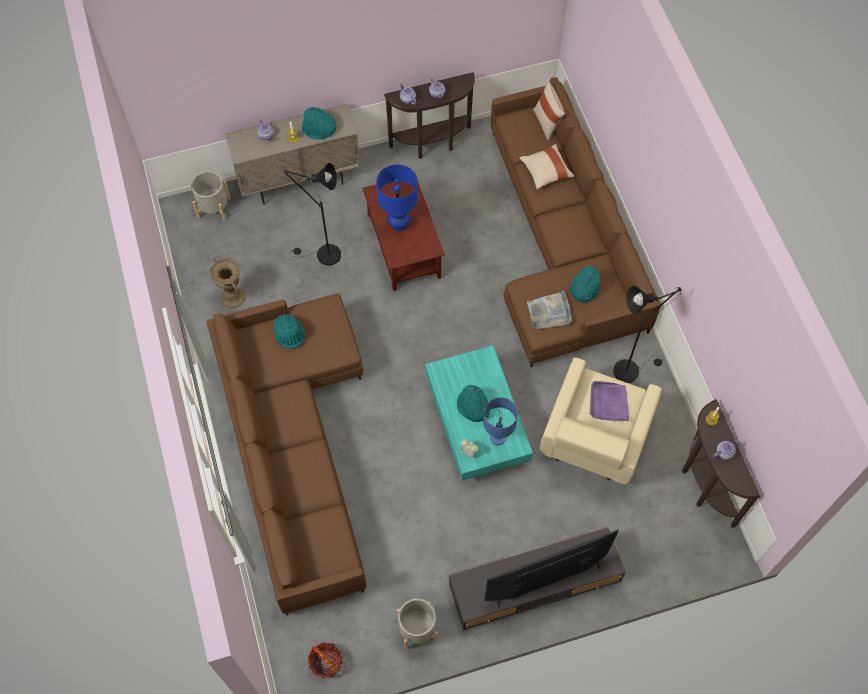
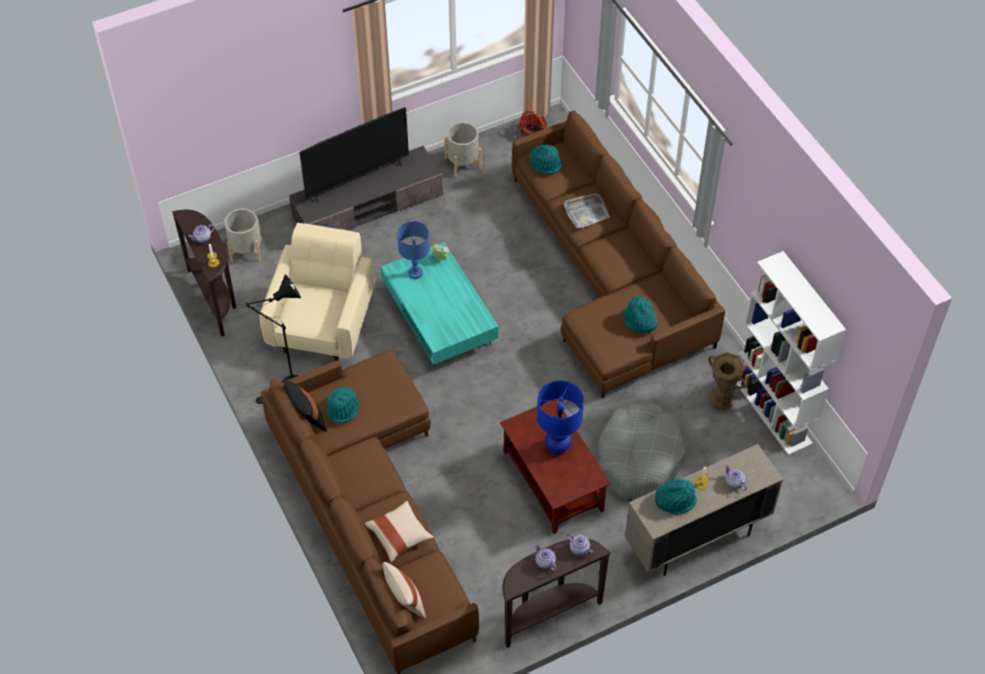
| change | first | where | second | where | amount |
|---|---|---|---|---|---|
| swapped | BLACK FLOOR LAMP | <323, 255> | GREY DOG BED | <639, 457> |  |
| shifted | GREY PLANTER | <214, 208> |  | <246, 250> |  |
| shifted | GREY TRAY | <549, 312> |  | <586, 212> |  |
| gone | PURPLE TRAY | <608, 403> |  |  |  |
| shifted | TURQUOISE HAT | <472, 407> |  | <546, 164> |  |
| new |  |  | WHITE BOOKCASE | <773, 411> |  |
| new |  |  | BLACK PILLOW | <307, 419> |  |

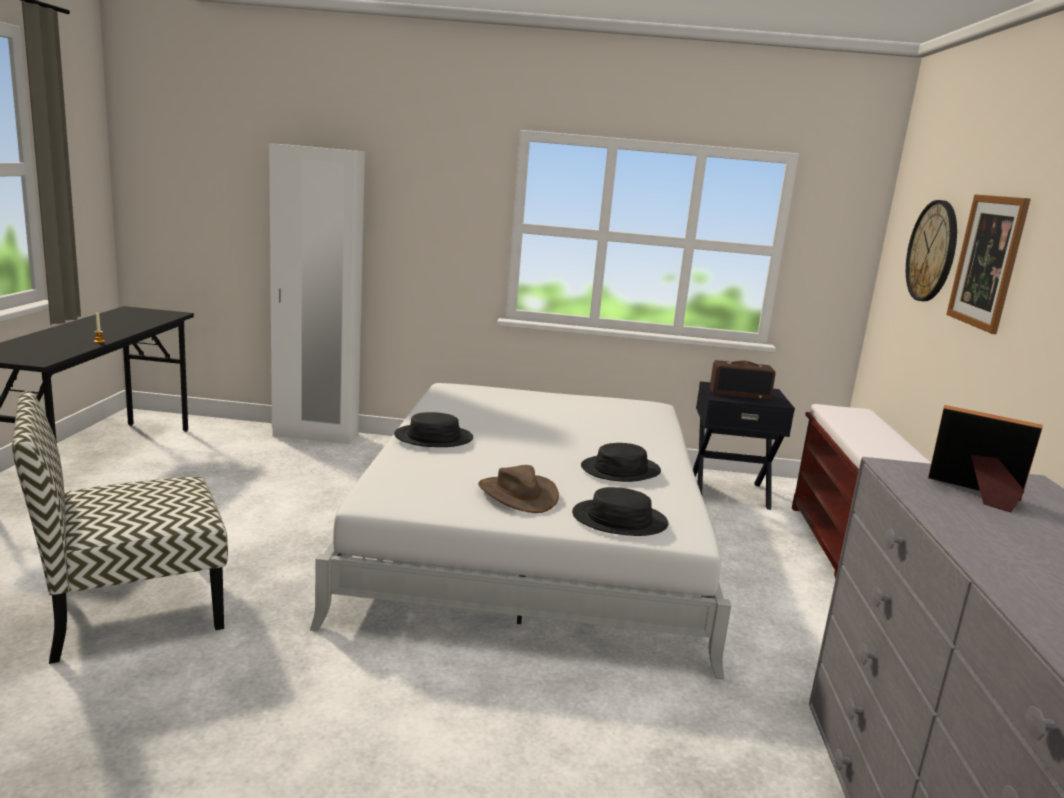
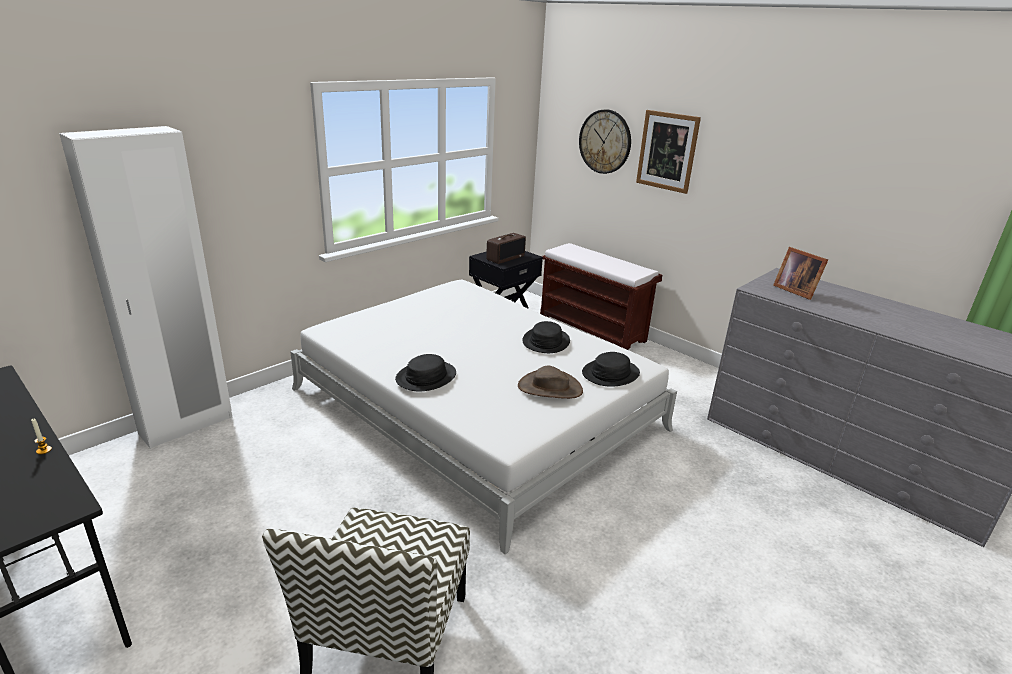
| change | first | where | second | where | amount |
|---|---|---|---|---|---|
| rotated | PICTURE FRAME | <976, 495> |  | <795, 290> | 105 degrees counterclockwise |

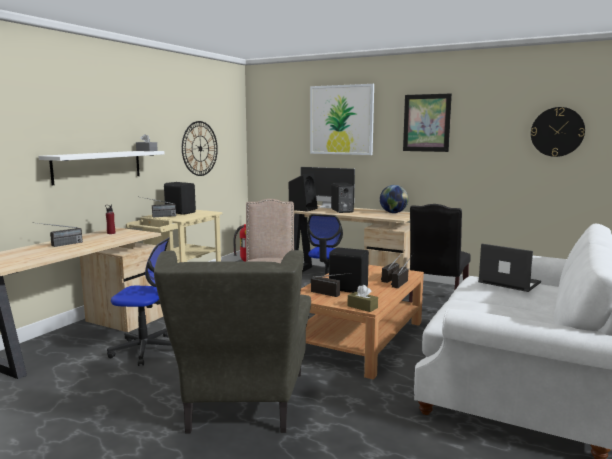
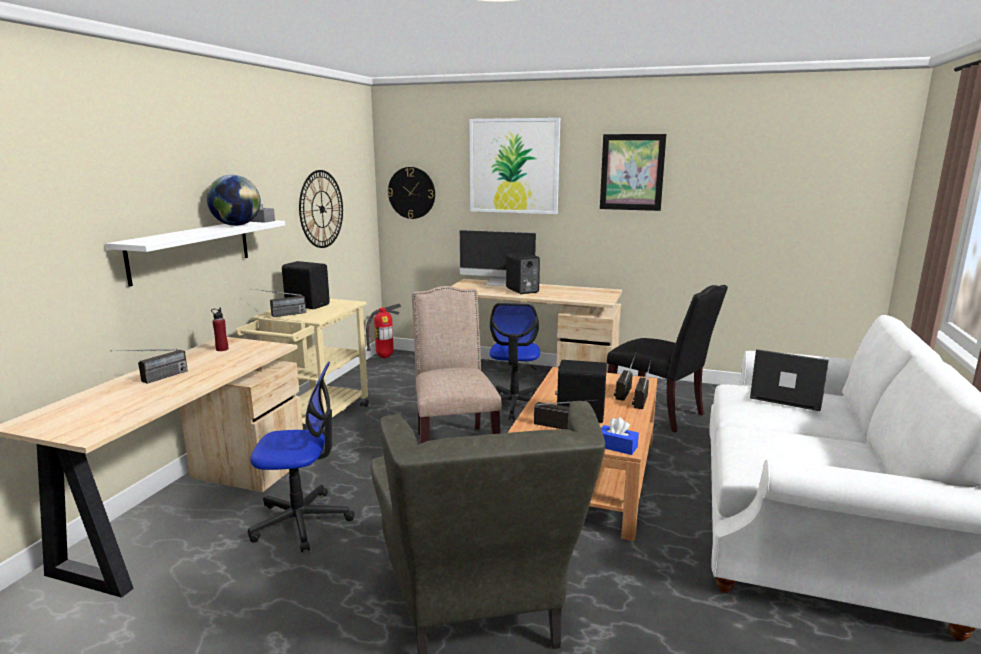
| change | first | where | second | where | amount |
|---|---|---|---|---|---|
| shifted | WALL CLOCK | <557, 132> |  | <411, 193> |  |
| gone | BLACK SPEAKER | <303, 209> |  |  |  |
| shifted | GLOBE | <393, 213> |  | <236, 225> |  |
| rotated | BLACK CHAIR | <436, 305> |  | <658, 413> | 60 degrees counterclockwise |
| repainted | BROWN TISSUE BOX | <362, 307> | BLUE TISSUE BOX | <617, 447> |  |

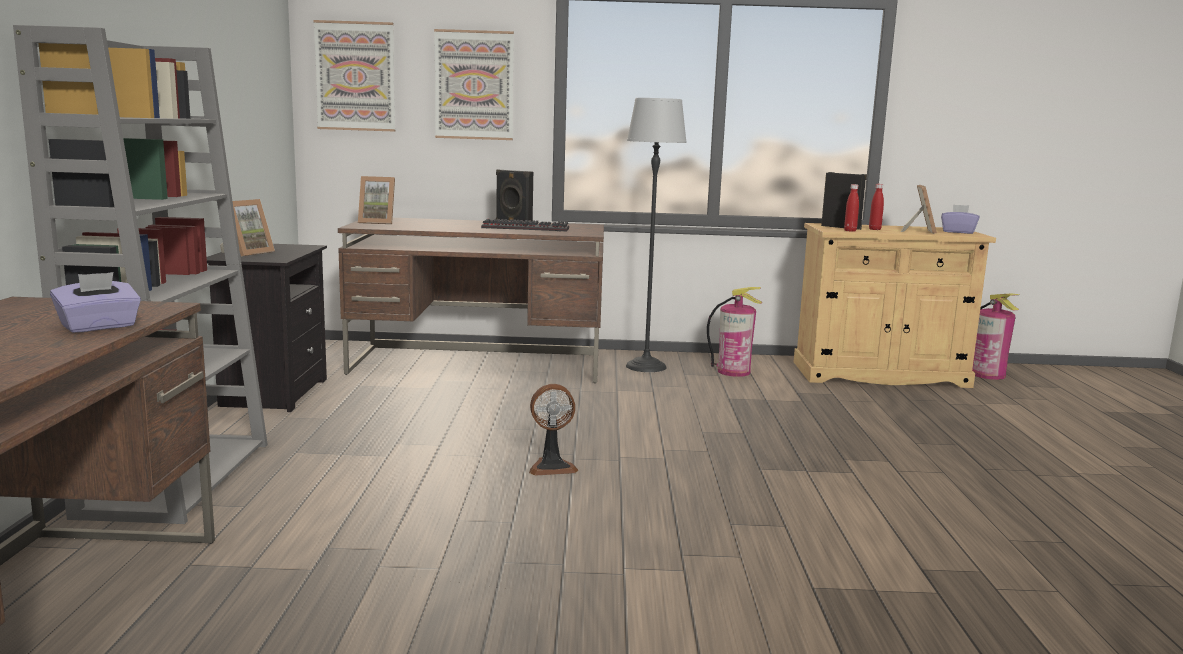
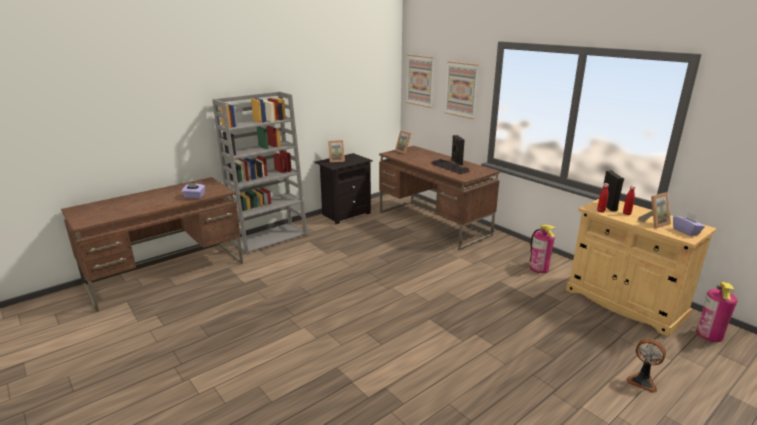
| change | first | where | second | where | amount |
|---|---|---|---|---|---|
| gone | FLOOR LAMP | <646, 366> |  |  |  |
| shifted | FAN | <551, 467> |  | <642, 381> |  |

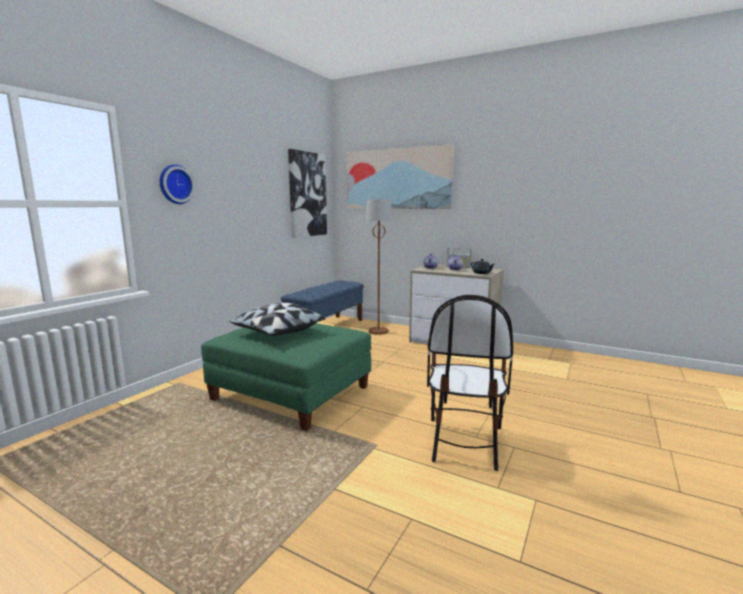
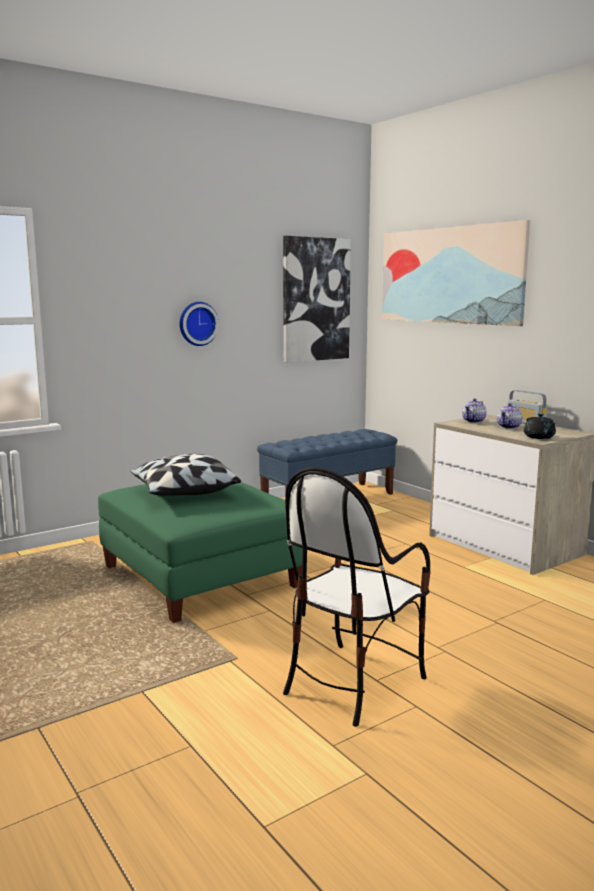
| change | first | where | second | where | amount |
|---|---|---|---|---|---|
| shifted | WALL CLOCK | <175, 184> |  | <197, 323> |  |
| gone | BROWN FLOOR LAMP | <378, 331> |  |  |  |

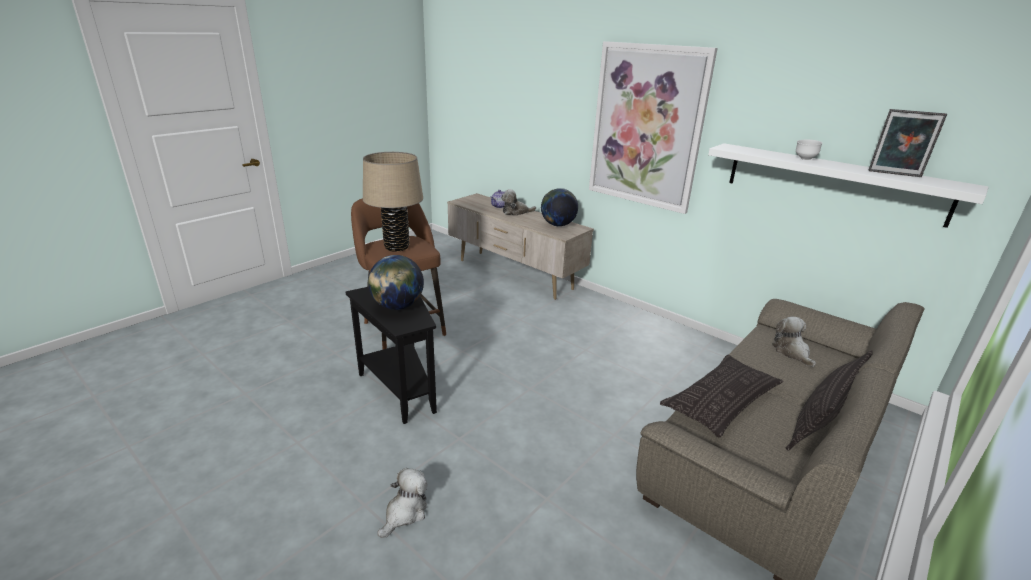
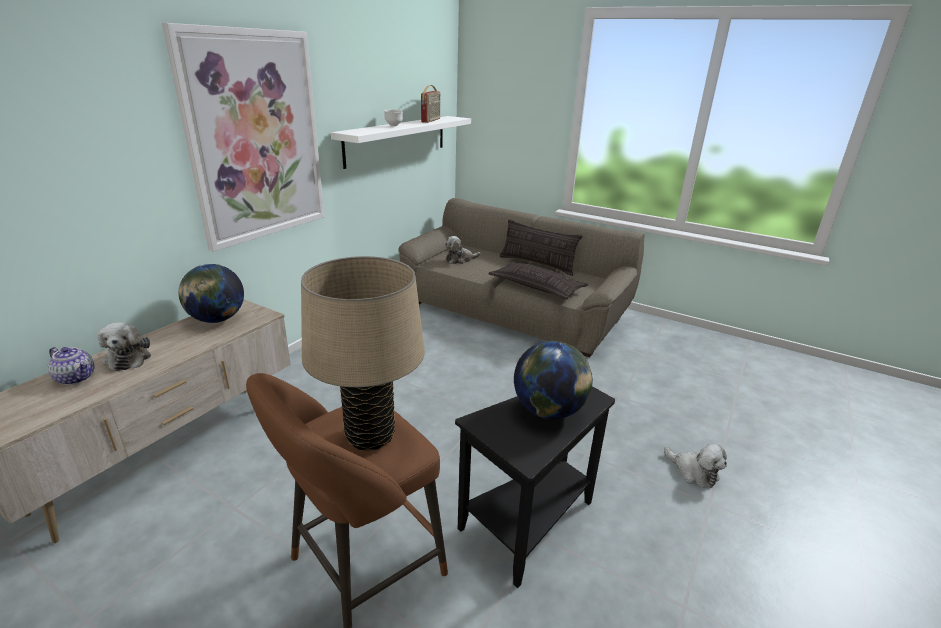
| change | first | where | second | where | amount |
|---|---|---|---|---|---|
| swapped | PICTURE FRAME | <894, 174> | RADIO | <431, 120> |  |
| rotated | PLUSH TOY | <405, 512> |  | <693, 472> | 150 degrees counterclockwise |

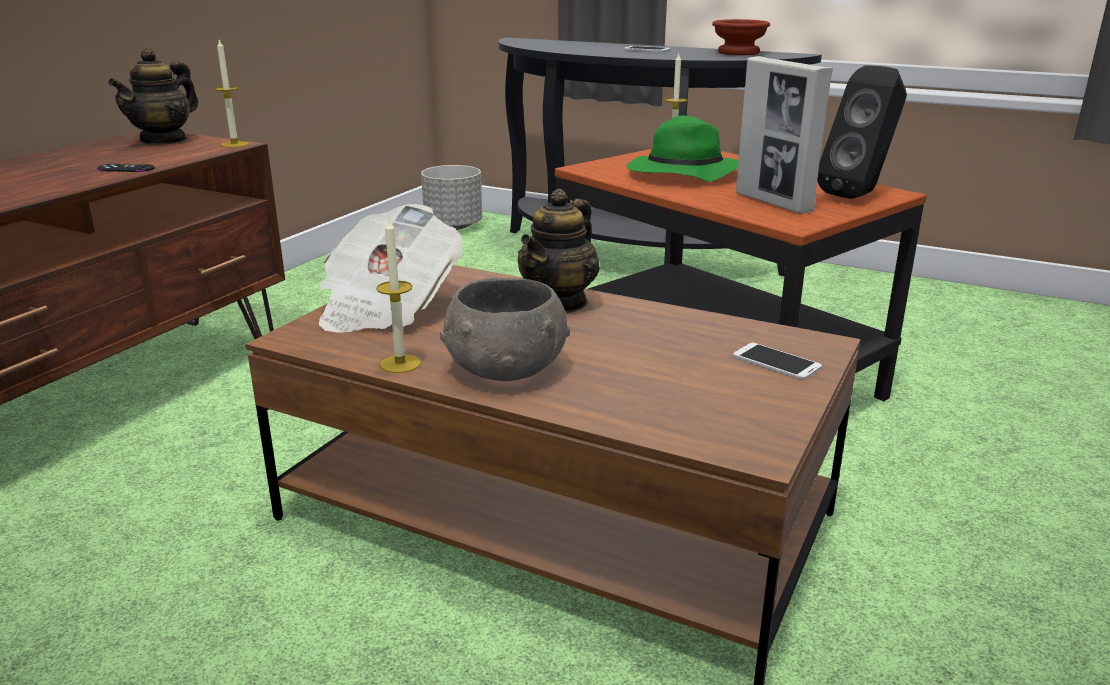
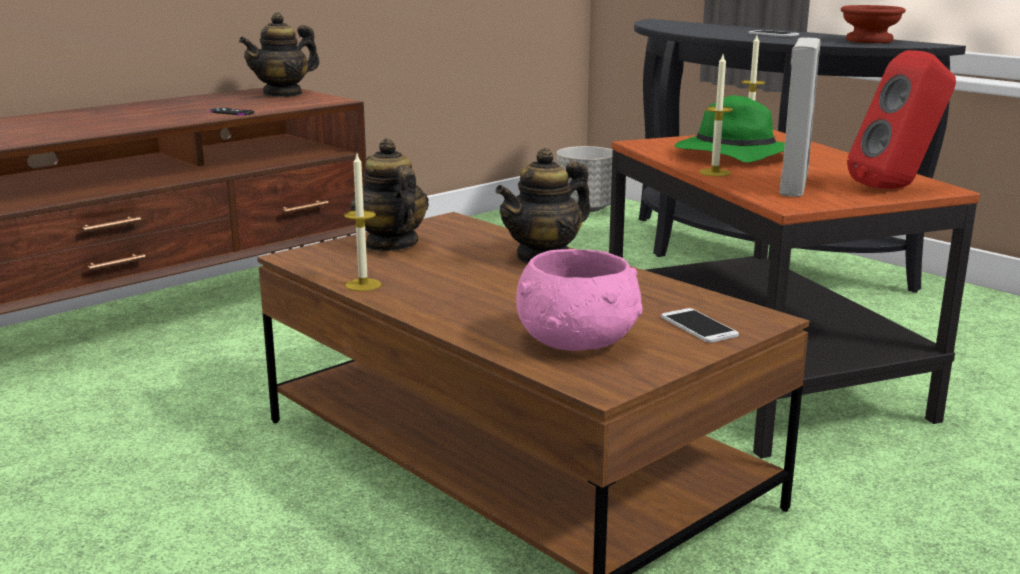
| change | first | where | second | where | amount |
|---|---|---|---|---|---|
| shifted | CANDLE | <234, 144> |  | <714, 172> |  |
| rotated | PICTURE FRAME | <773, 203> |  | <793, 186> | 150 degrees counterclockwise |
| repainted | BLACK SPEAKER | <858, 195> | RED SPEAKER | <897, 187> |  |
| swapped | NEWSPAPER | <387, 307> | TEAPOT | <391, 244> |  |
| gone | GREY BOWL | <504, 369> |  |  |  |
| new |  |  | PINK BOWL | <578, 342> |  |

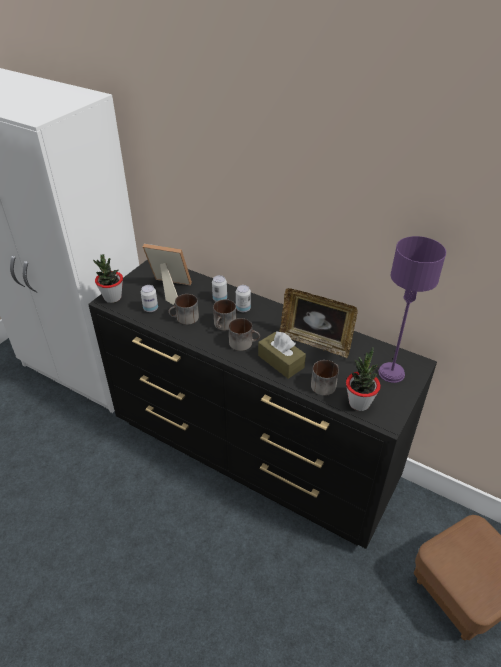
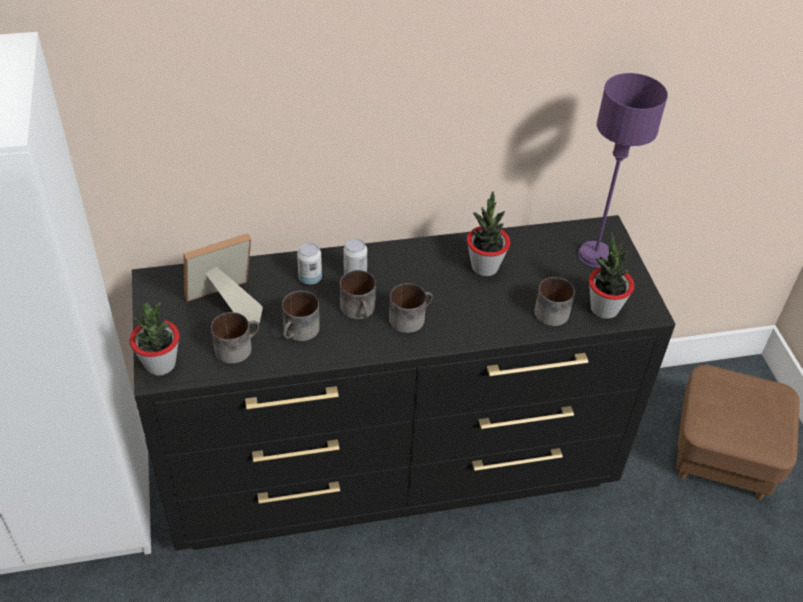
| change | first | where | second | where | amount |
|---|---|---|---|---|---|
| swapped | CAN | <150, 309> | MUG | <237, 346> |  |
| swapped | PICTURE FRAME | <315, 342> | POTTED PLANT | <484, 267> |  |
| gone | BROWN TISSUE BOX | <281, 361> |  |  |  |

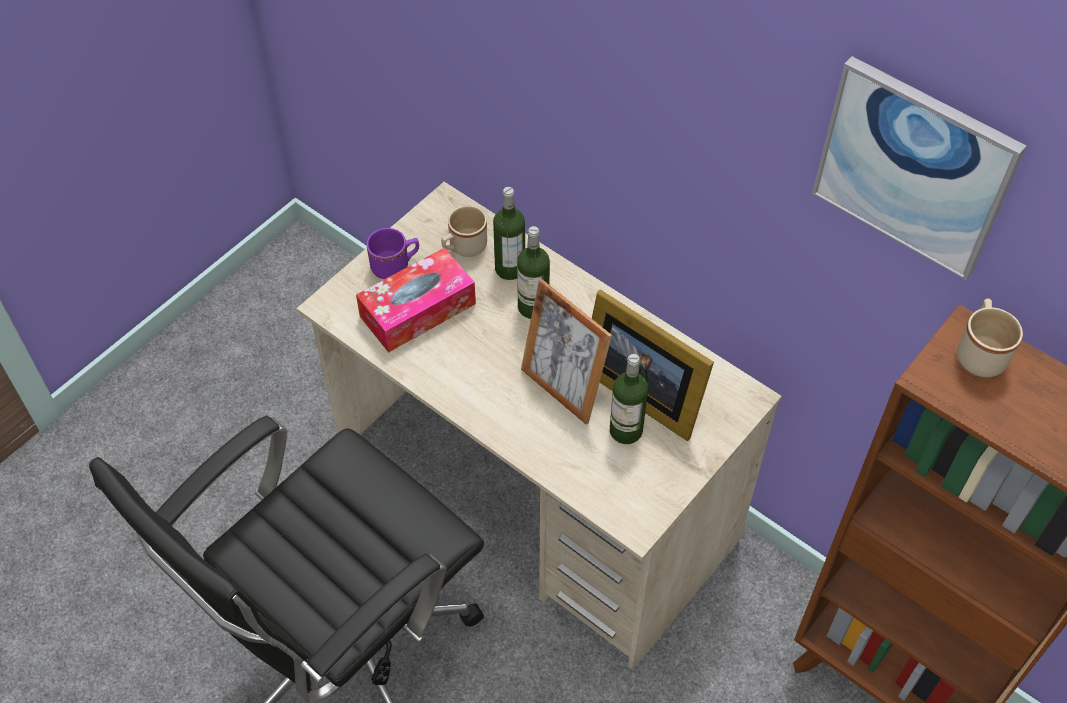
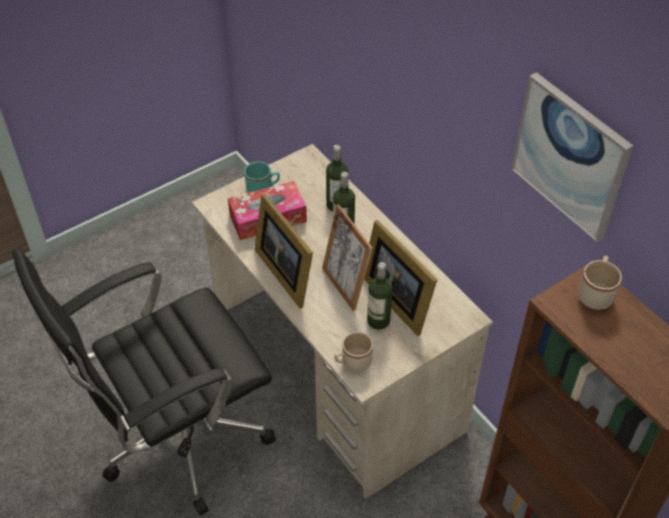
| change | first | where | second | where | amount |
|---|---|---|---|---|---|
| shifted | BEIGE MUG | <463, 247> |  | <352, 362> |  |
| repainted | PURPLE MUG | <395, 266> | TURQUOISE MUG | <263, 188> |  |
| new |  |  | PICTURE FRAME | <286, 271> |  |

